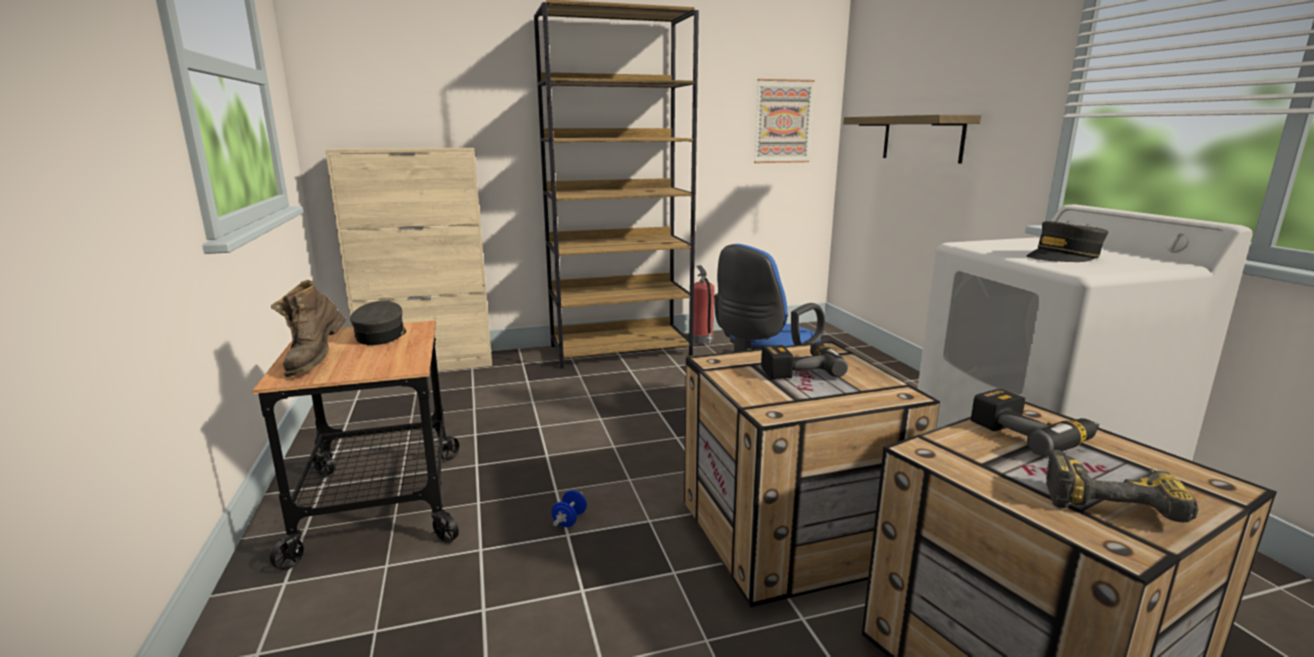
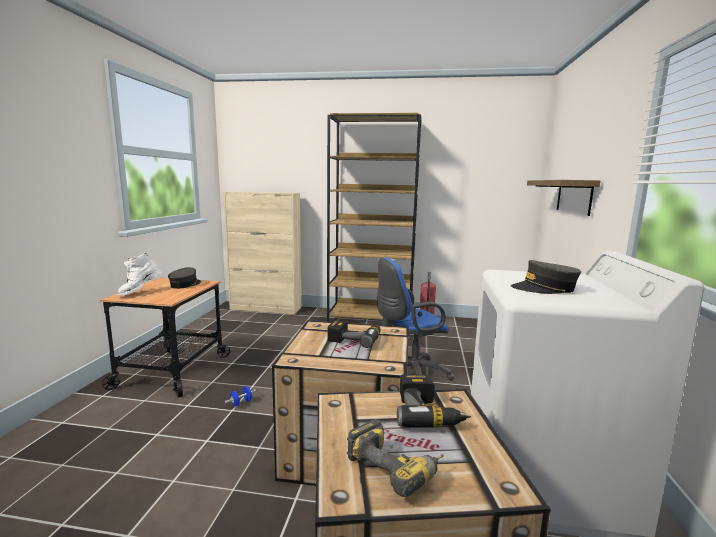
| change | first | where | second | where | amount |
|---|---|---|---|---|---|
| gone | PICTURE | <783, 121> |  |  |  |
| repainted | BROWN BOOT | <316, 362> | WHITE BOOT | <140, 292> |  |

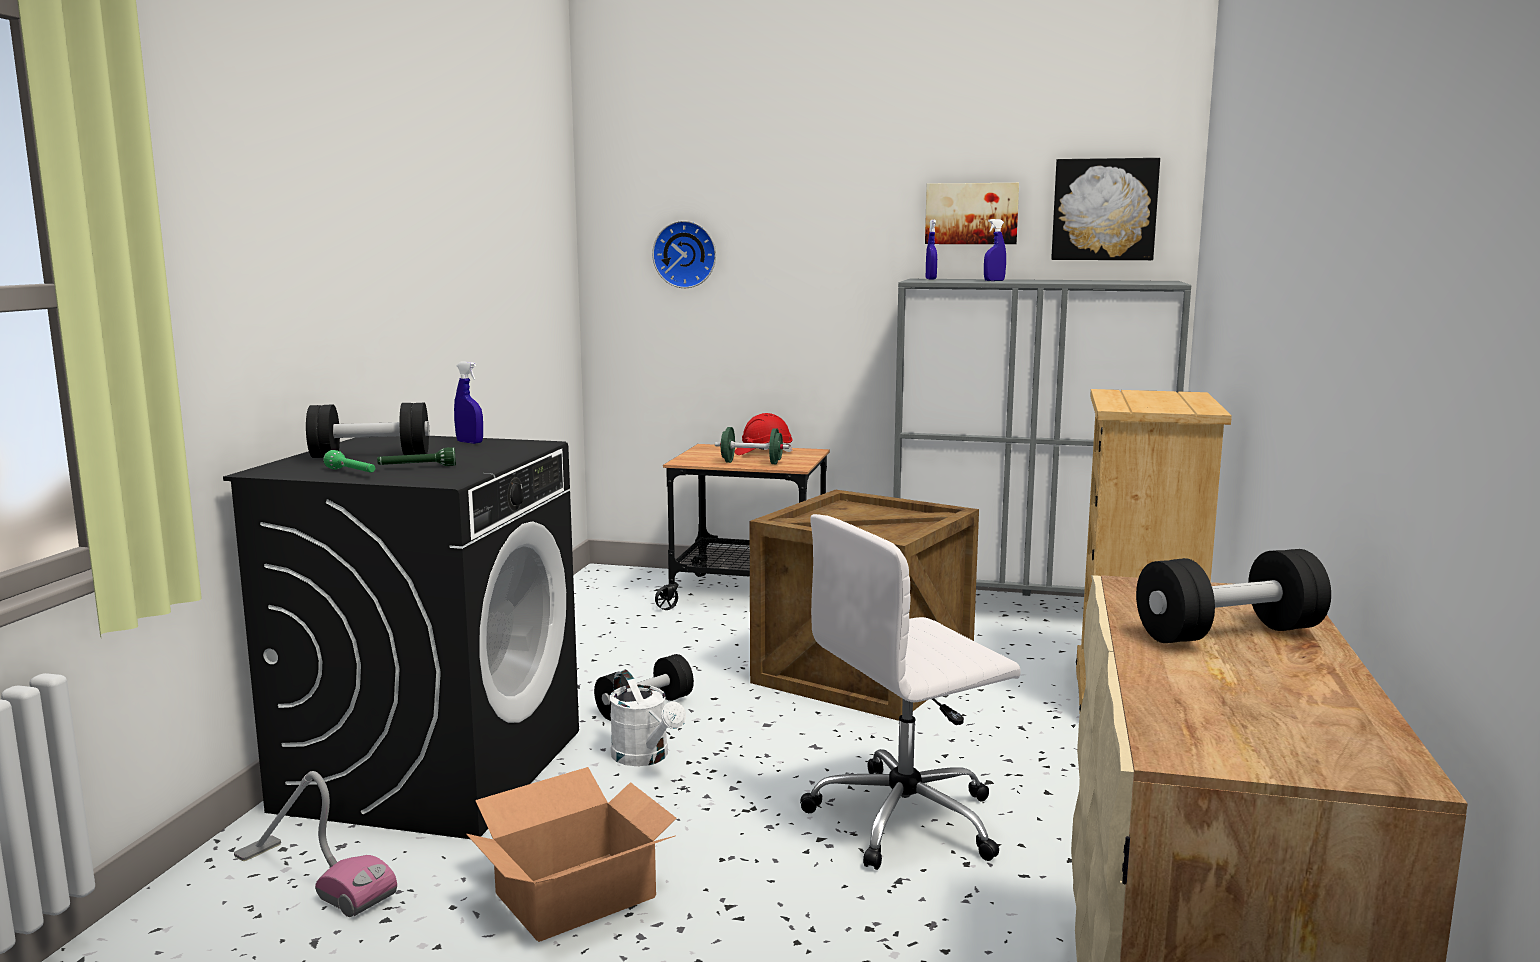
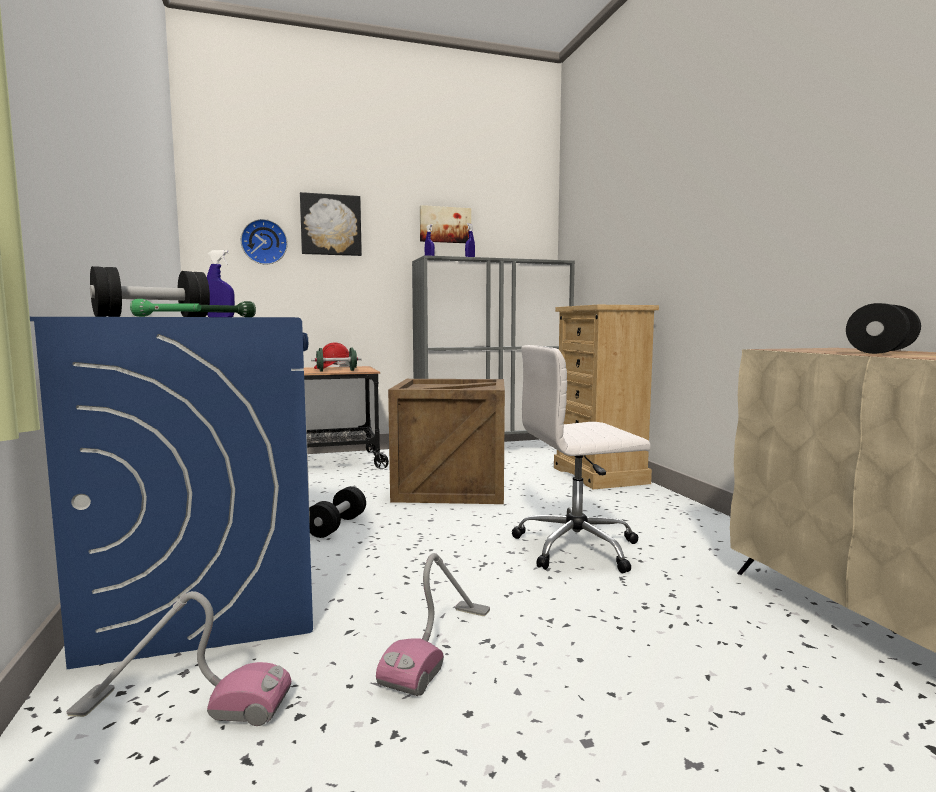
| change | first | where | second | where | amount |
|---|---|---|---|---|---|
| shifted | PICTURE | <1104, 209> |  | <331, 225> |  |
| repainted | BLACK WASHING MACHINE | <433, 768> | BLUE WASHING MACHINE | <211, 596> |  |
| rotated | WHITE OFFICE CHAIR | <907, 819> |  | <578, 547> | 45 degrees clockwise |
| gone | WHITE WATERING CAN | <645, 757> |  |  |  |
| swapped | CARDBOARD BOX | <578, 895> | VACUUM CLEANER | <440, 646> |  |

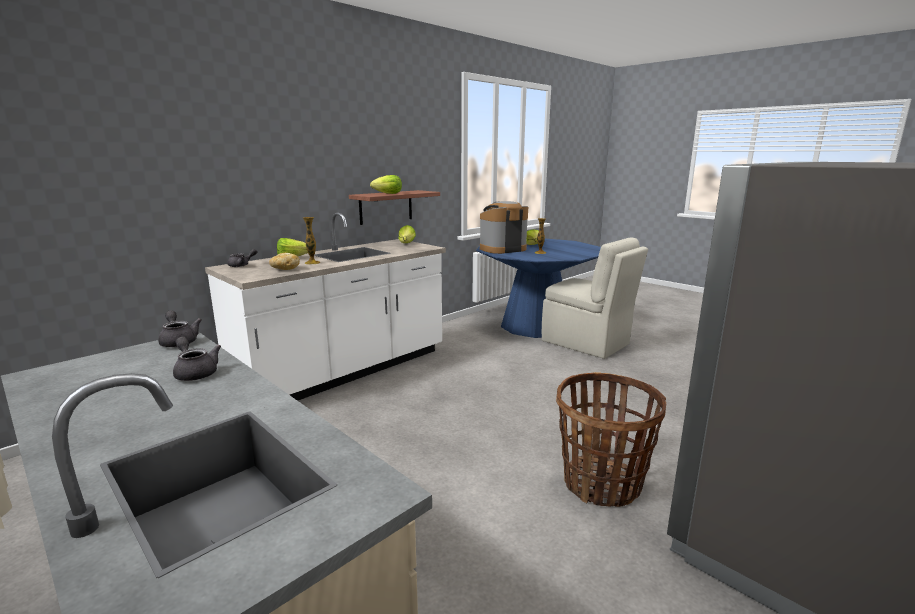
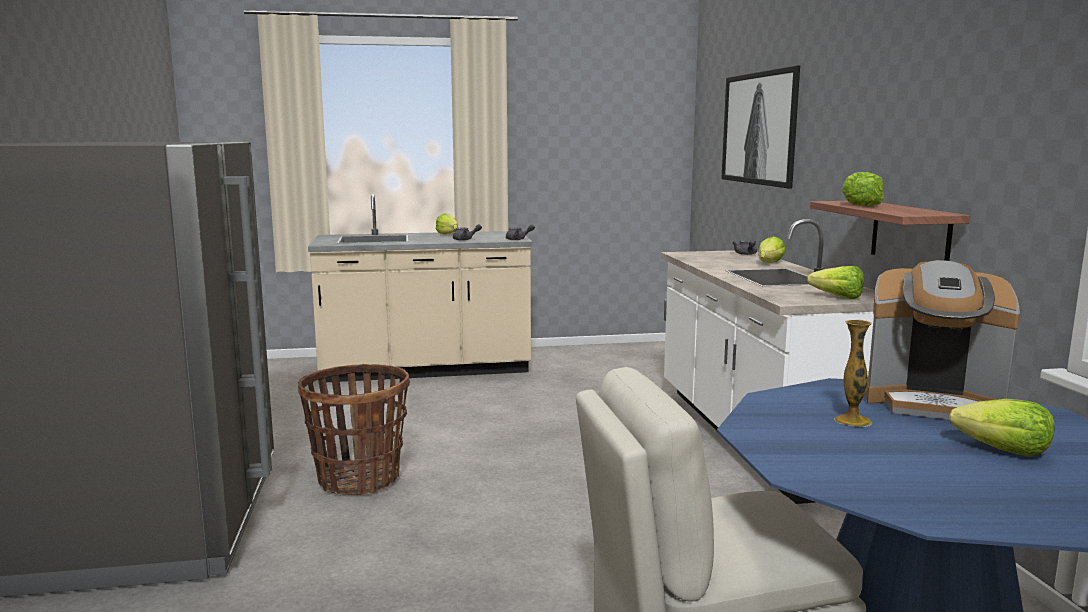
| change | first | where | second | where | amount |
|---|---|---|---|---|---|
| rotated | COFFEE MACHINE | <502, 249> |  | <933, 402> | 105 degrees clockwise |
| gone | VASE | <312, 263> |  |  |  |
| gone | BREAD | <285, 269> |  |  |  |
| new |  |  | PICTURE | <758, 128> |  |
| new |  |  | LETTUCE | <449, 235> |  |

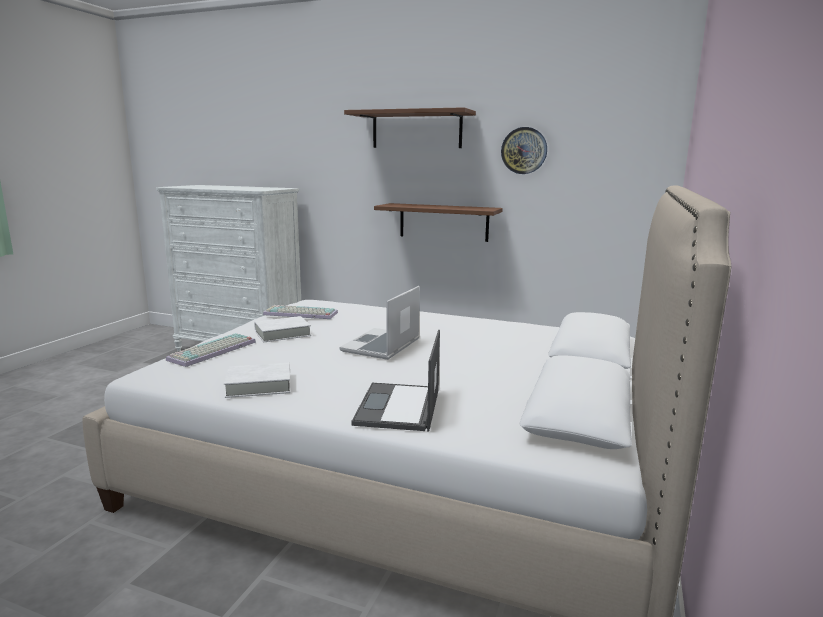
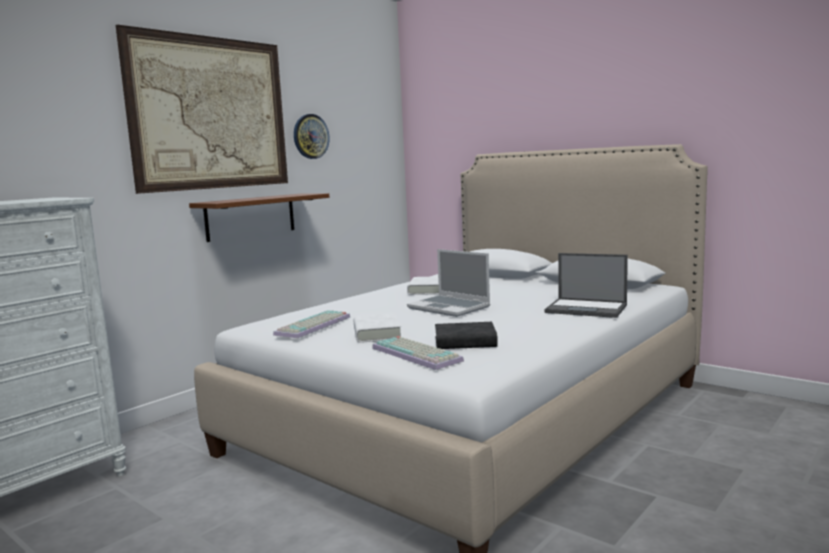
| change | first | where | second | where | amount |
|---|---|---|---|---|---|
| swapped | BROWN SHELF | <416, 130> | PICTURE | <210, 113> |  |
| shifted | WHITE BOOK | <259, 385> |  | <426, 290> |  |
| new |  |  | BLACK BOOK | <465, 342> |  |

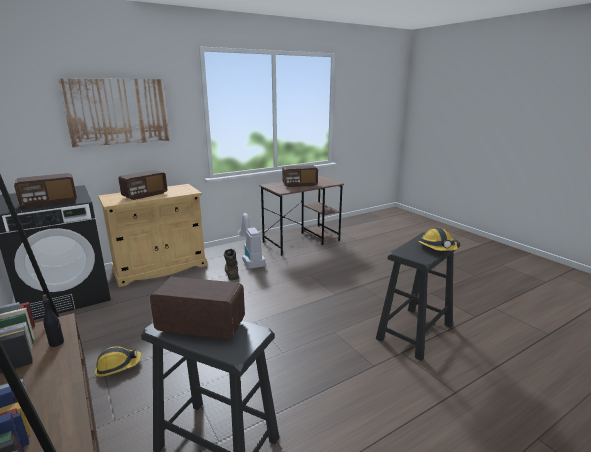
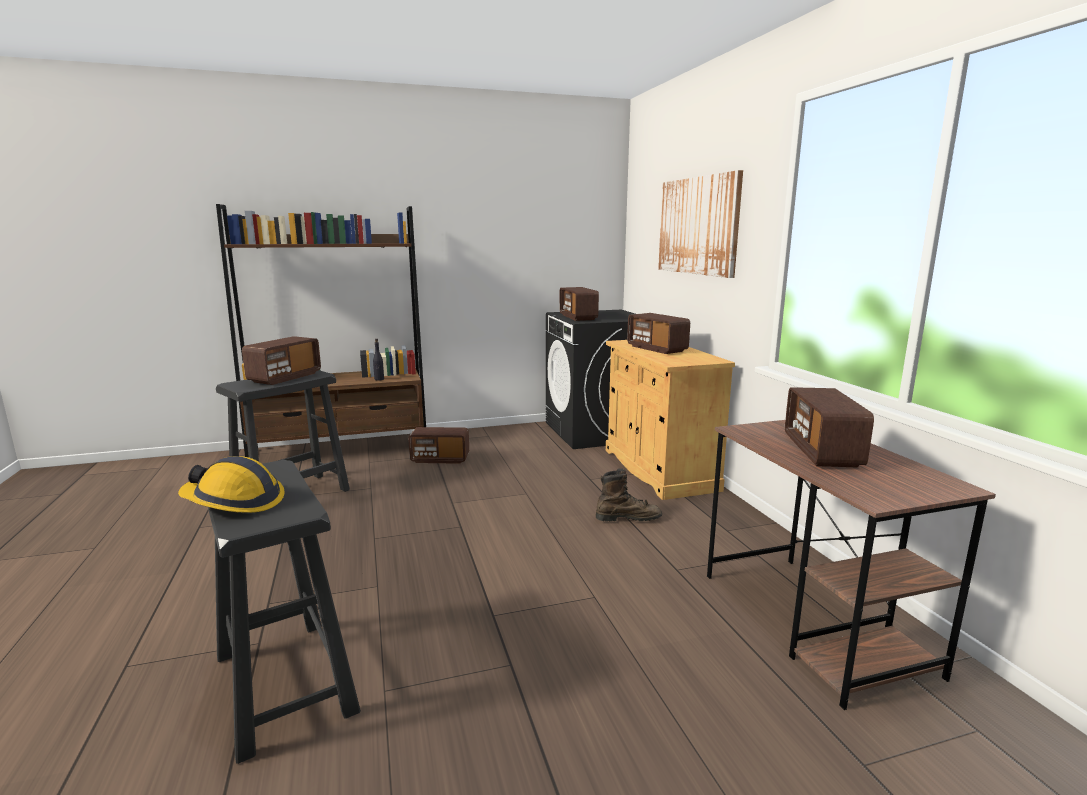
| change | first | where | second | where | amount |
|---|---|---|---|---|---|
| gone | VACUUM CLEANER | <250, 259> |  |  |  |
| swapped | HARD HAT | <118, 366> | RADIO | <440, 459> |  |

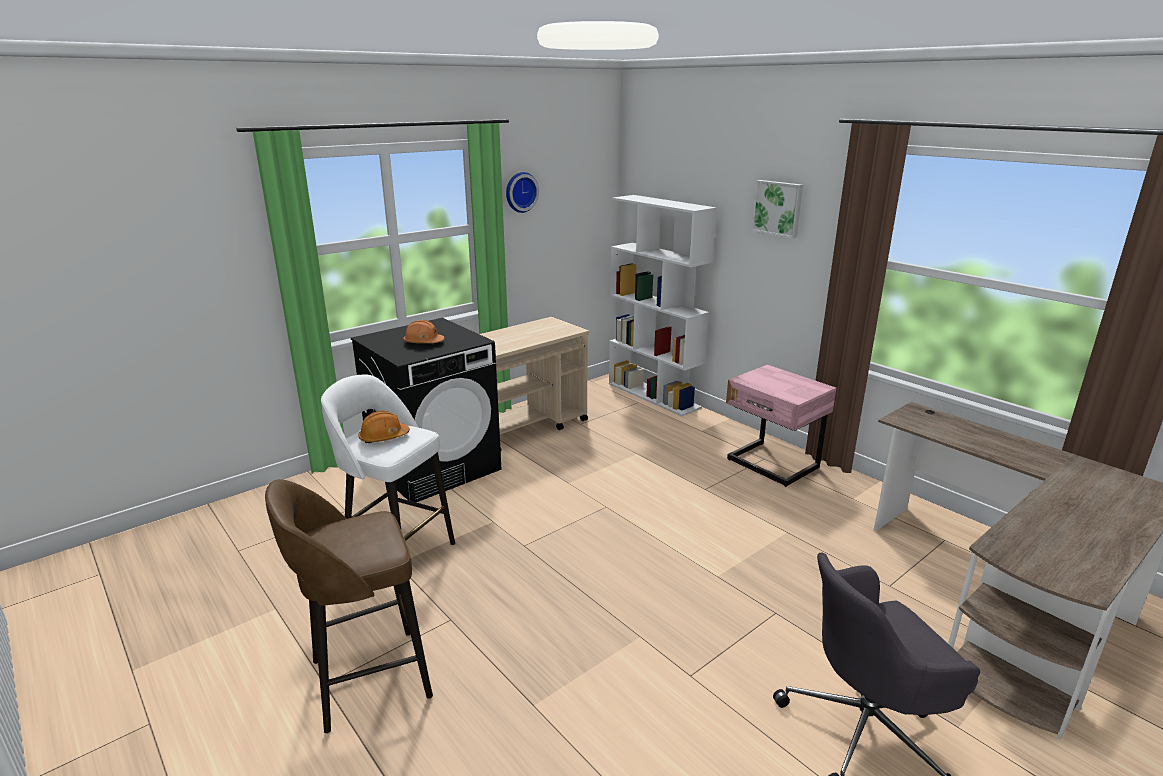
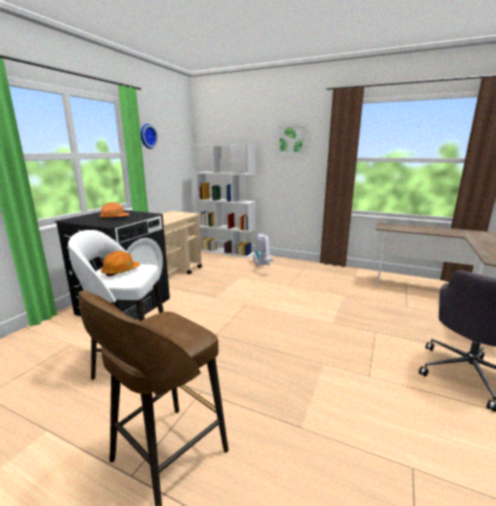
| change | first | where | second | where | amount |
|---|---|---|---|---|---|
| gone | PINK NIGHTSTAND | <771, 465> |  |  |  |
| new |  |  | VACUUM CLEANER | <263, 266> |  |

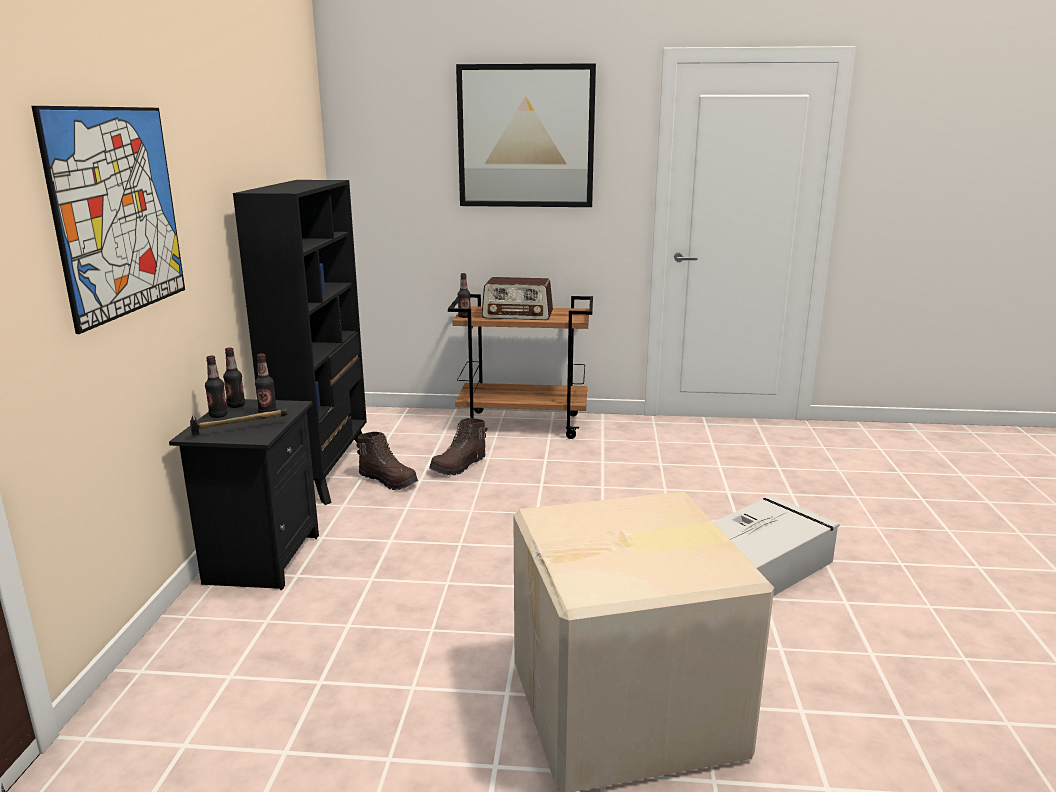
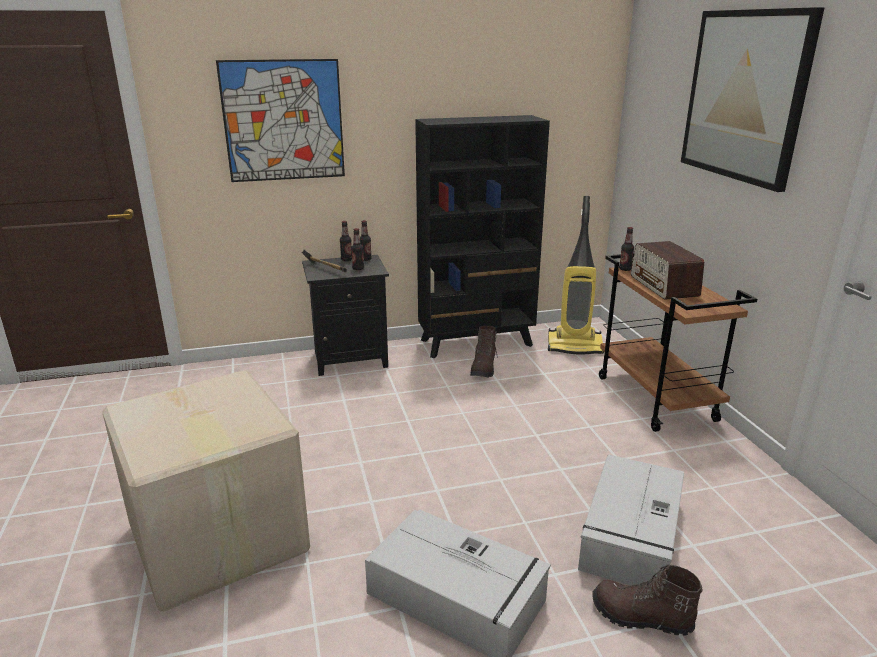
| change | first | where | second | where | amount |
|---|---|---|---|---|---|
| shifted | BROWN BOOT | <459, 466> |  | <641, 618> |  |
| new |  |  | VACUUM CLEANER | <575, 346> |  |
| new |  |  | GREY STORAGE BOX | <630, 535> |  |

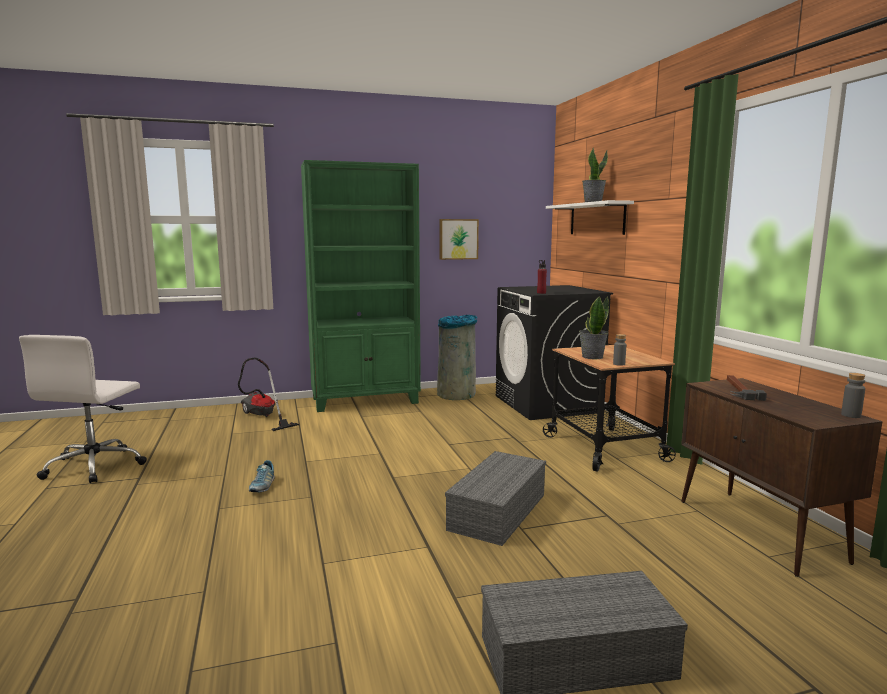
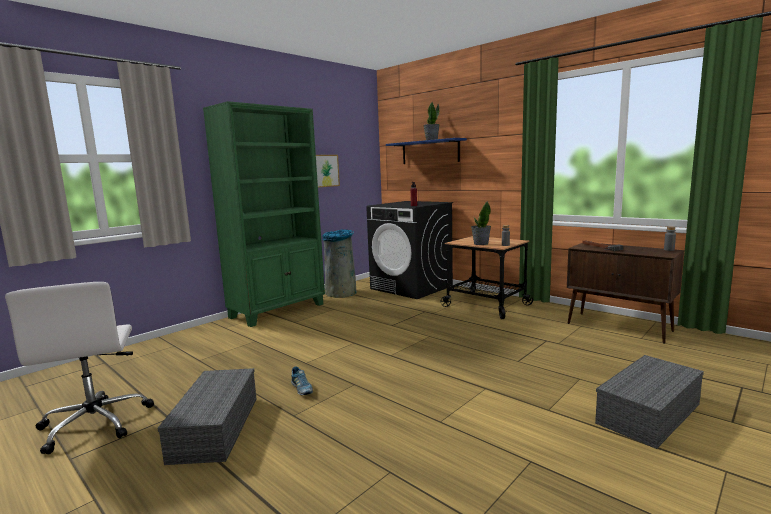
| change | first | where | second | where | amount |
|---|---|---|---|---|---|
| repainted | WHITE SHELF | <596, 219> | BLUE SHELF | <430, 152> |  |
| gone | VACUUM CLEANER | <262, 417> |  |  |  |
| shifted | GREY STORAGE BOX | <497, 510> |  | <215, 427> |  |

